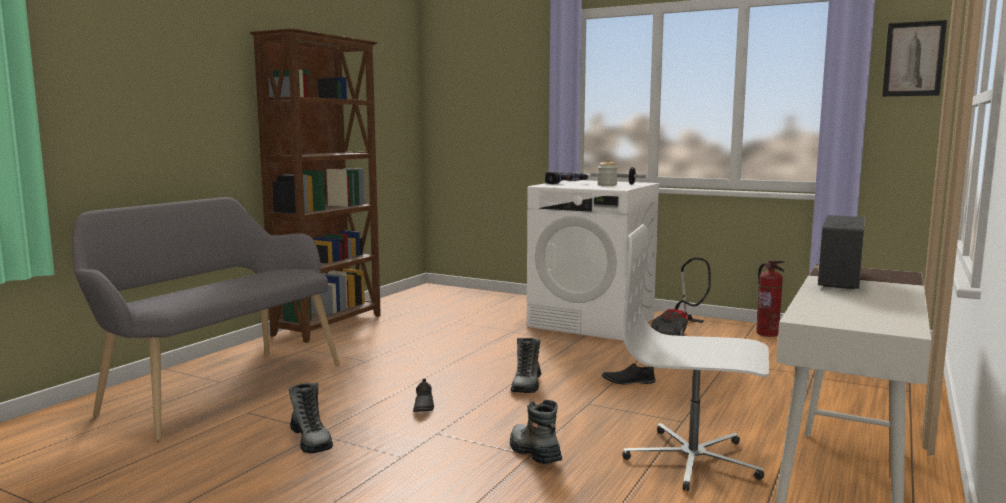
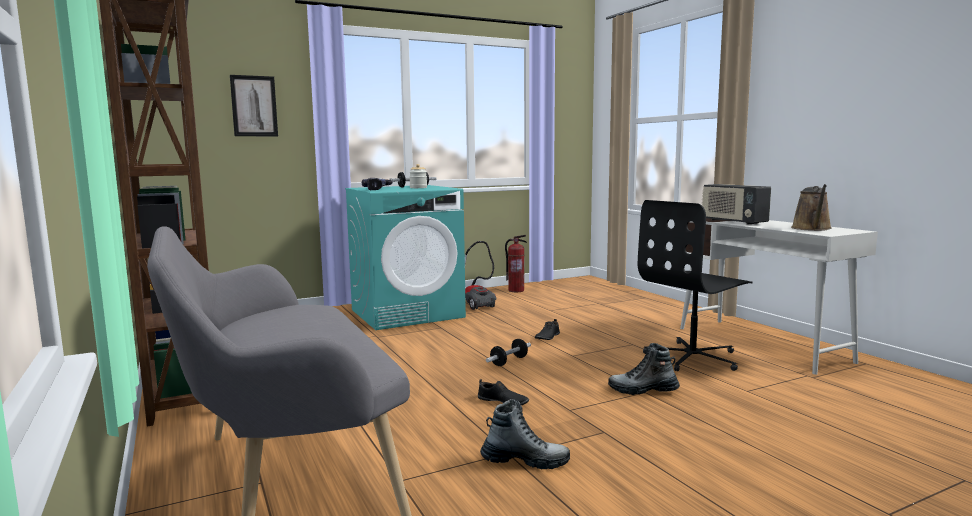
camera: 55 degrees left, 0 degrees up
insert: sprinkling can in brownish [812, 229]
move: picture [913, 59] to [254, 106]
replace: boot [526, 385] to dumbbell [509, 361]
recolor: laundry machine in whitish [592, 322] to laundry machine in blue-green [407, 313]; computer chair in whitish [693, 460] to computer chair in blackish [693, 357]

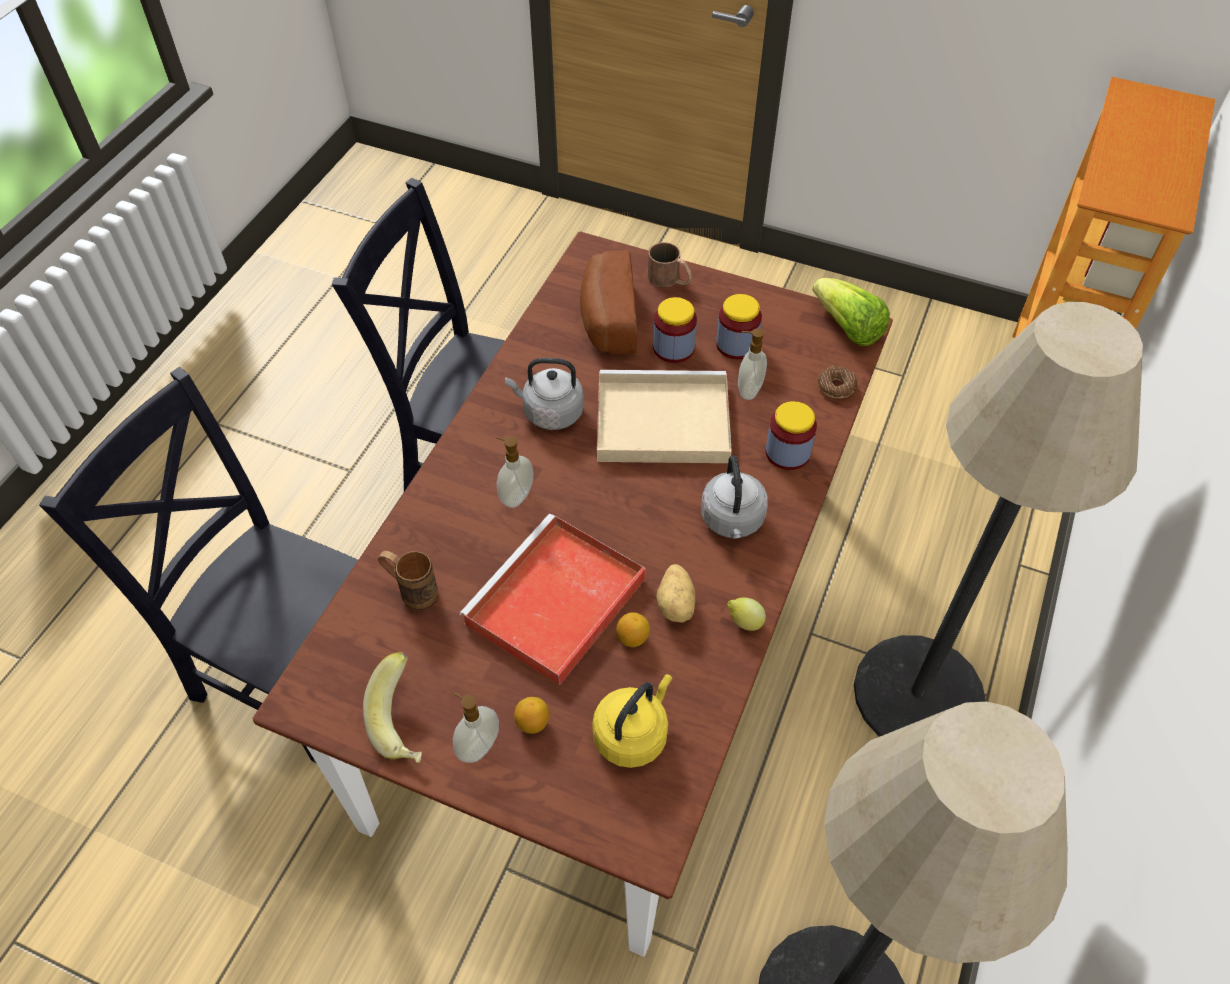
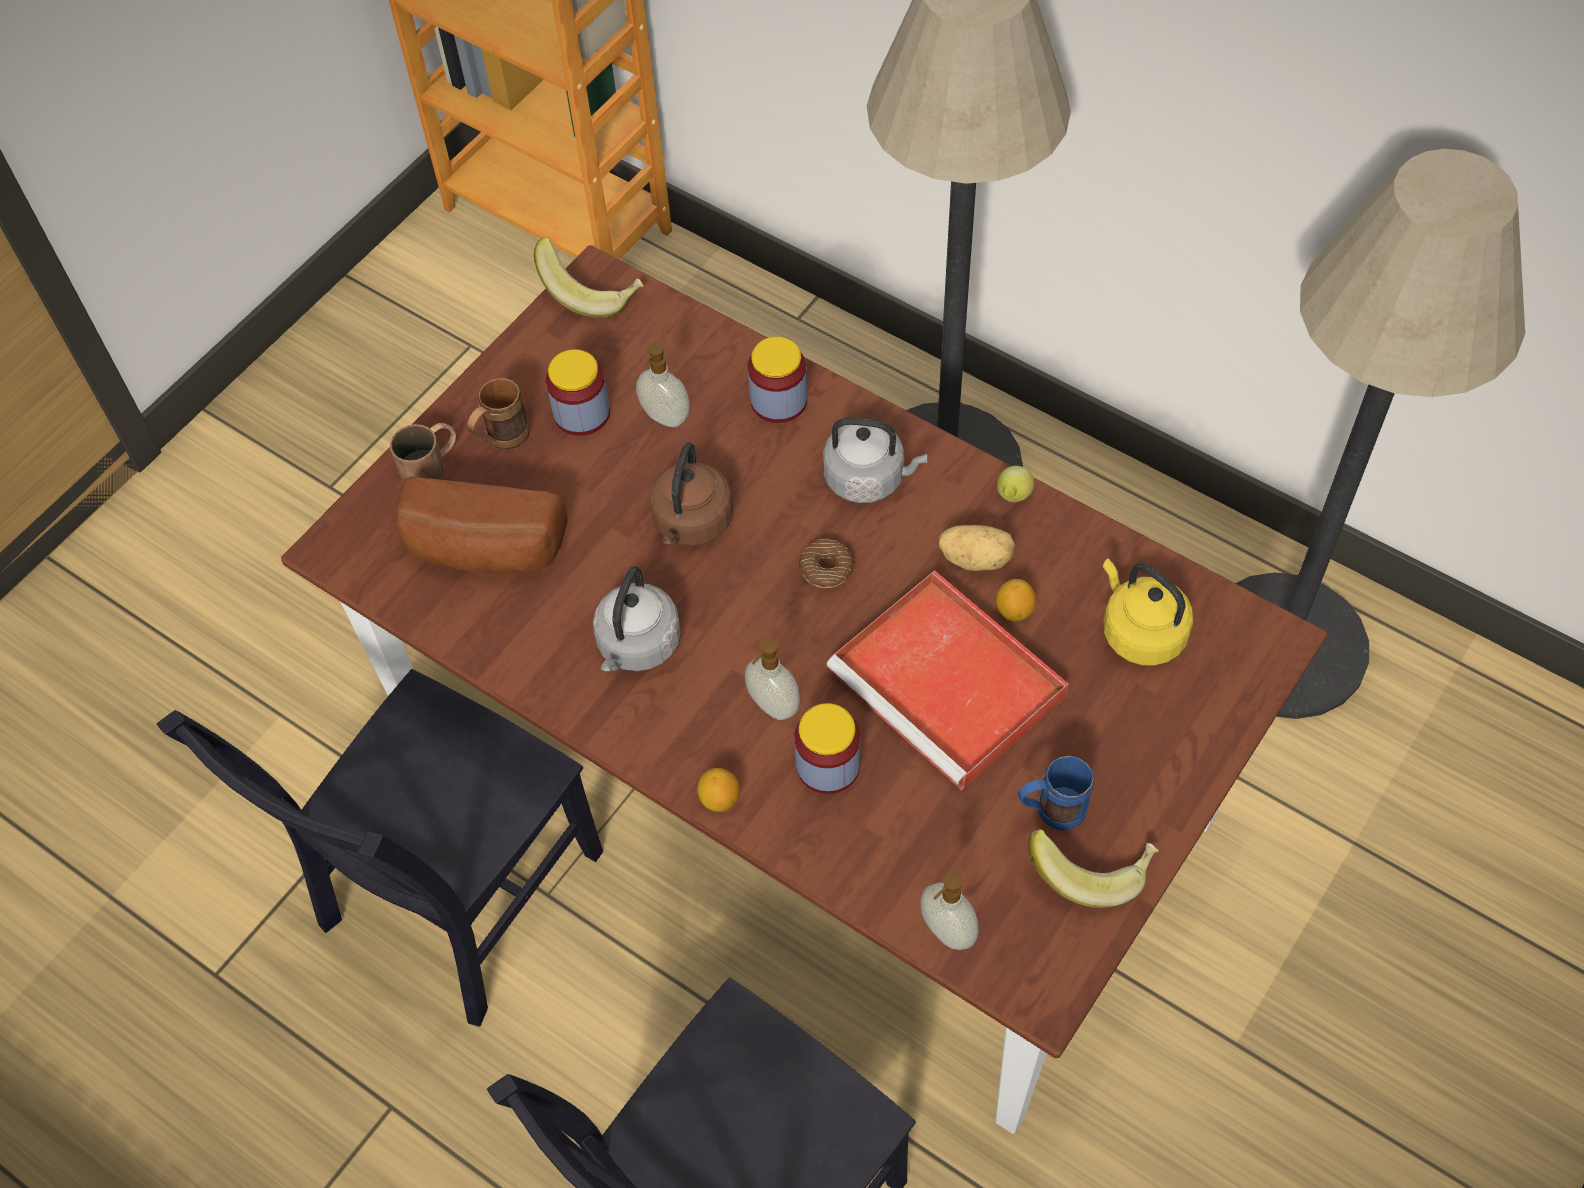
camera: 75 degrees left, 5 degrees up
insert: coffee mug in blue [1050, 813]
move: coffee mug in brownish [412, 592] to [501, 441]; liquid soap bottle [477, 746] to [946, 932]; citrus fruit [532, 722] to [719, 799]; preserve jar [673, 348] to [828, 765]; donut [836, 386] to [826, 568]
replace: tray in sand-coloured [659, 422] to water kettle in brownish [691, 524]; lettuce [847, 328] to banana fruit [592, 292]

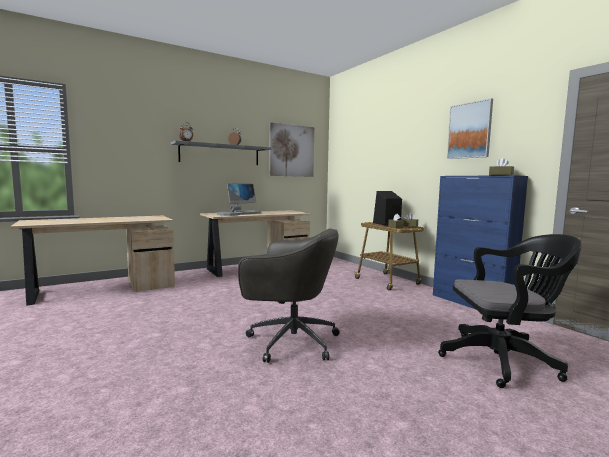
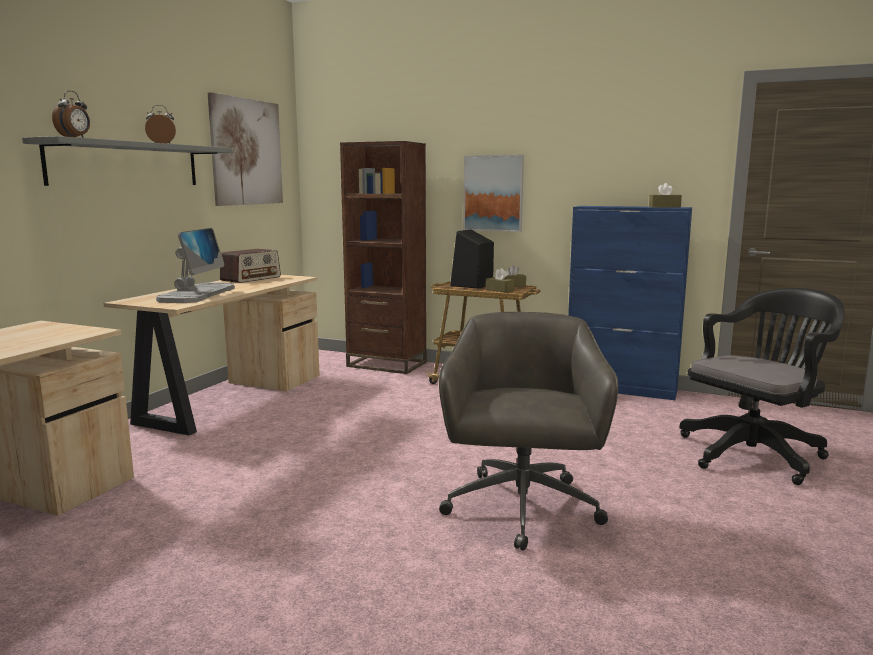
camera: 35 degrees left, 5 degrees up
insert: radio [251, 278]; bookshelf in brownish [386, 364]
move: picture [469, 130] to [493, 193]
rotate: computer chair in gray [290, 341] = [522, 510] 60 degrees counterclockwise

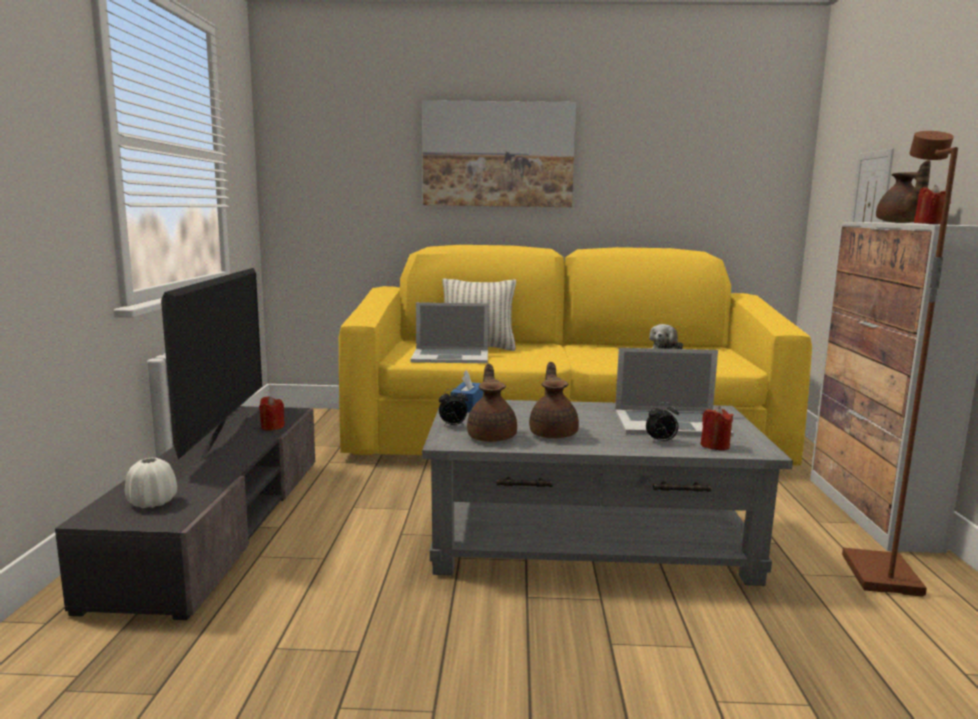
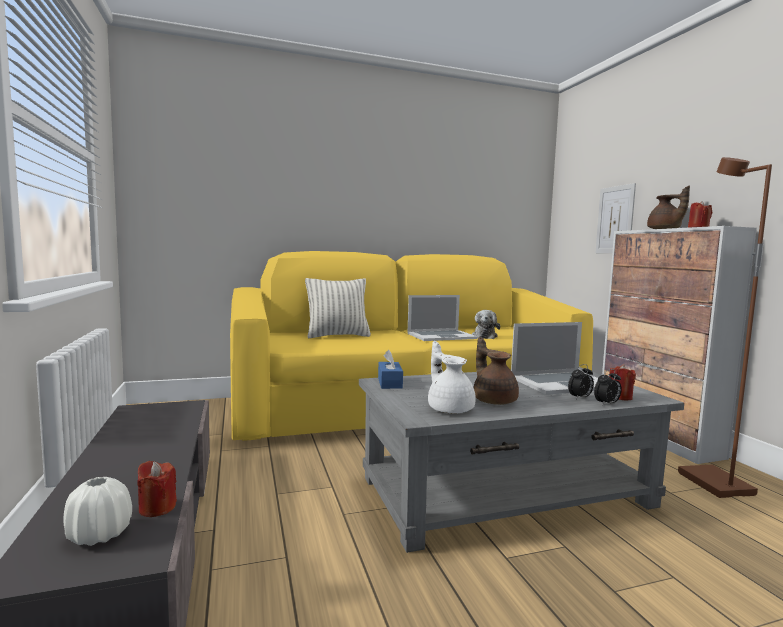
camera: 20 degrees left, 5 degrees down
delete: TV set [225, 435]; picture [498, 155]
move: candle in red [272, 427] to [157, 508]; laptop [450, 357] to [441, 336]; bedside clock [453, 426] to [607, 404]
recolor: teapot in brownish [492, 437] to teapot in whitish [449, 408]

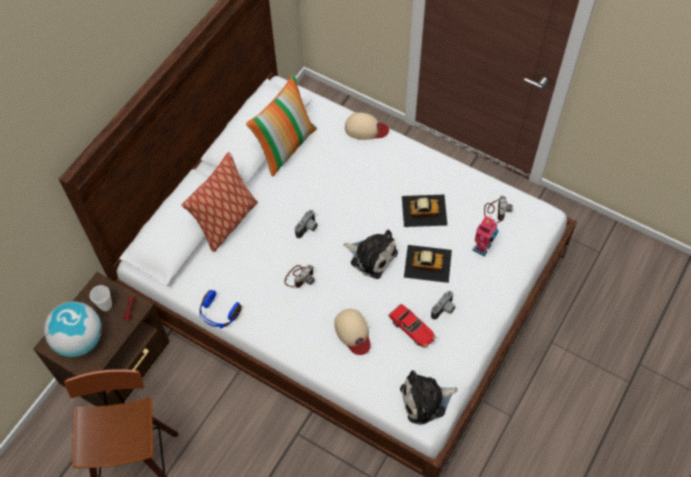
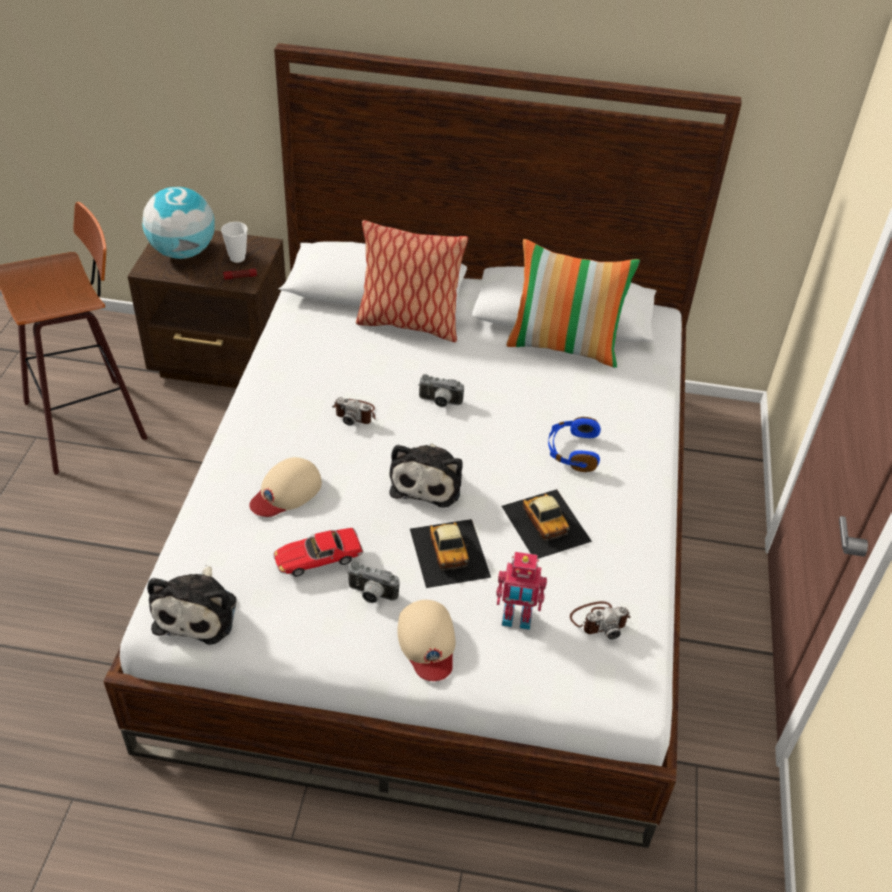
camera: 65 degrees right, 15 degrees down
move: pair of headphones in blue [219, 314] to [572, 451]; baseball cap in sand-coloured [366, 129] to [427, 642]
rotate: toy car [412, 328] = [318, 558] 45 degrees clockwise; soft toy [426, 400] = [198, 611] 135 degrees counterclockwise

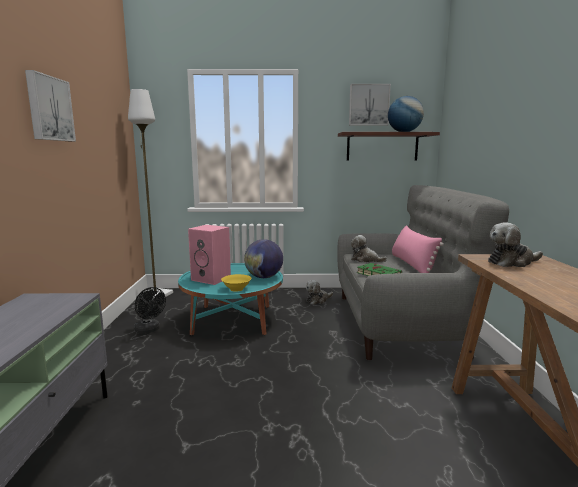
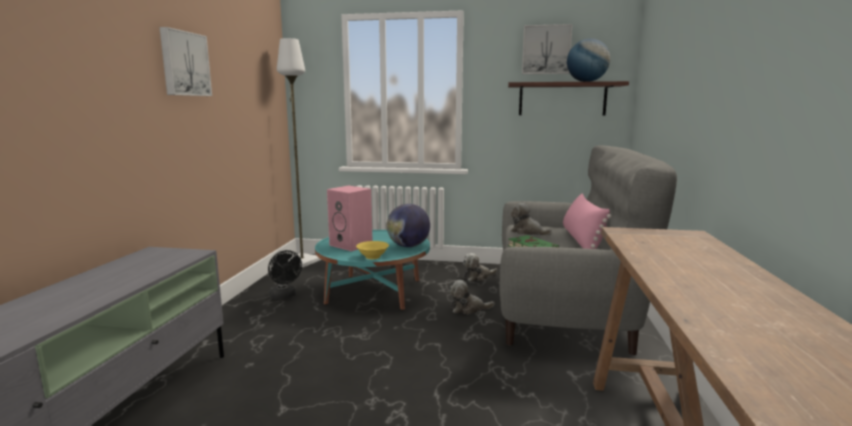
camera: 10 degrees right, 0 degrees up
move: soft toy [511, 262] to [468, 309]

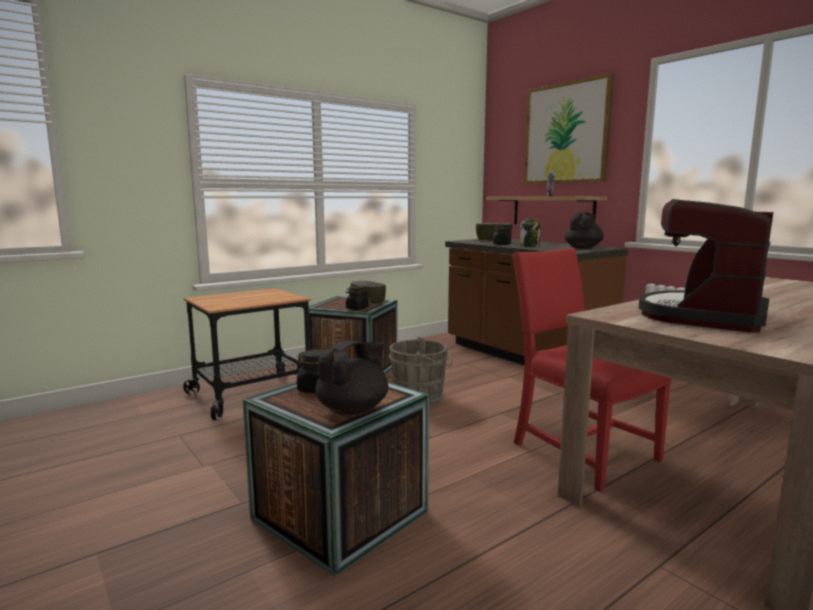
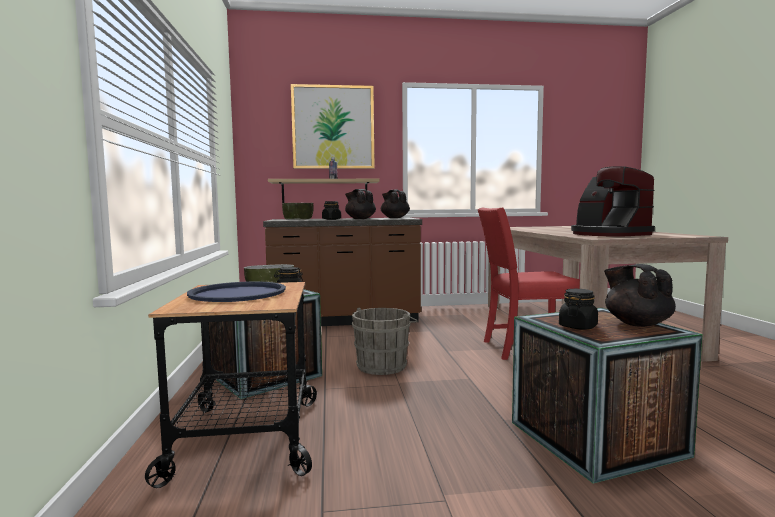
camera: 60 degrees left, 5 degrees down
insert: tray in blue [238, 293]
replace: preserve jar [529, 246] to teapot in blackish [360, 219]

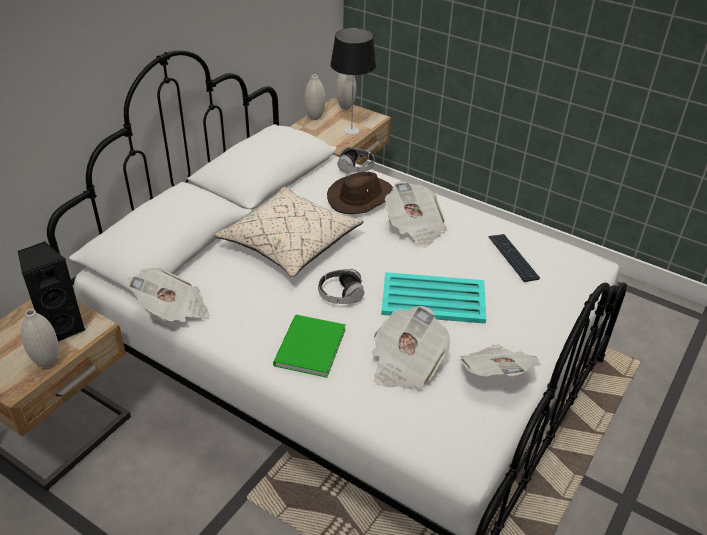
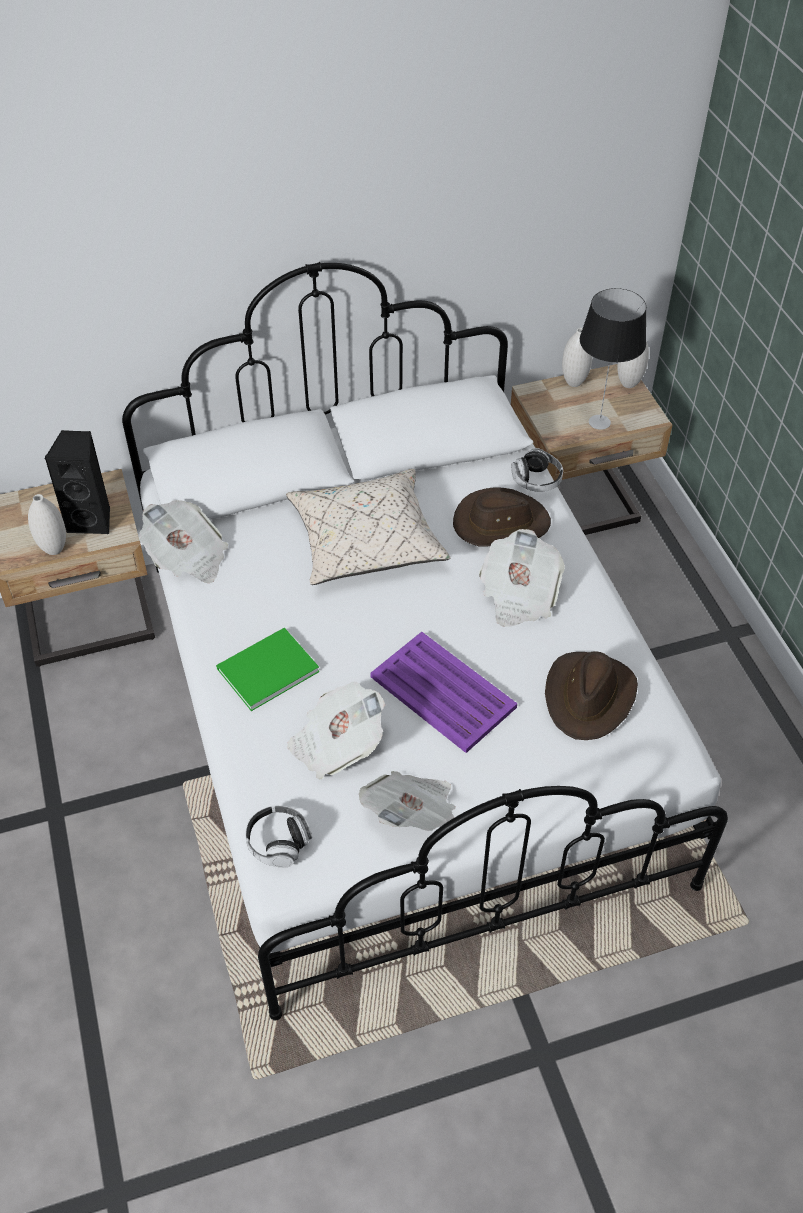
camera: 40 degrees right, 10 degrees up
move: pair of headphones [340, 295] to [278, 843]
replace: PC keyboard [513, 258] to hat in brownish [589, 697]
recolor: tray in blue-green [434, 299] to tray in purple [443, 693]

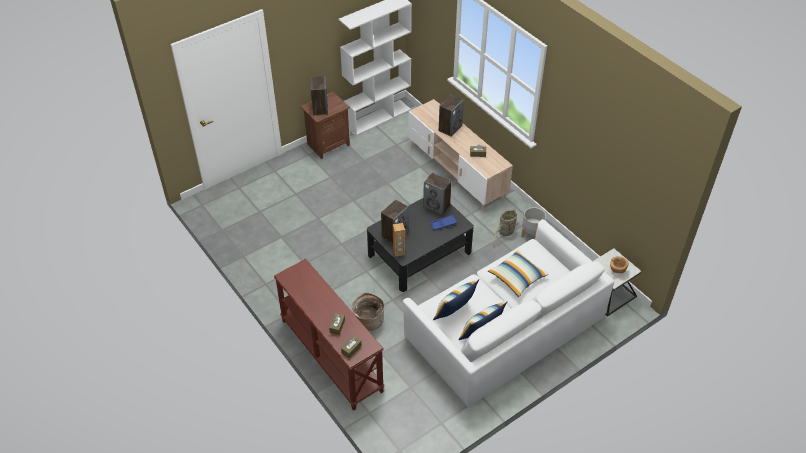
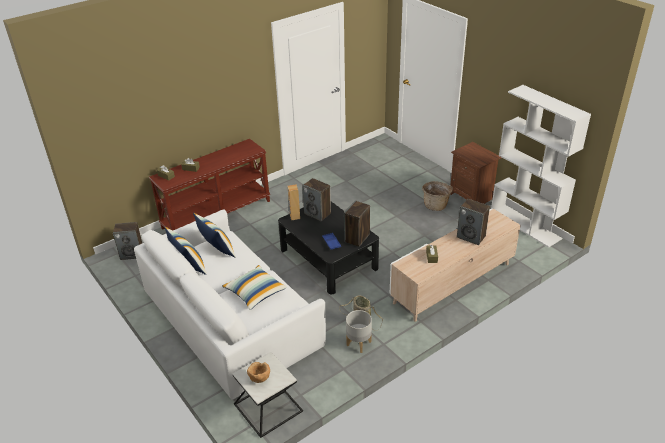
camera: 90 degrees right, 10 degrees down
move: loudspeaker [320, 108] to [132, 254]; storage basket [368, 321] to [436, 205]

